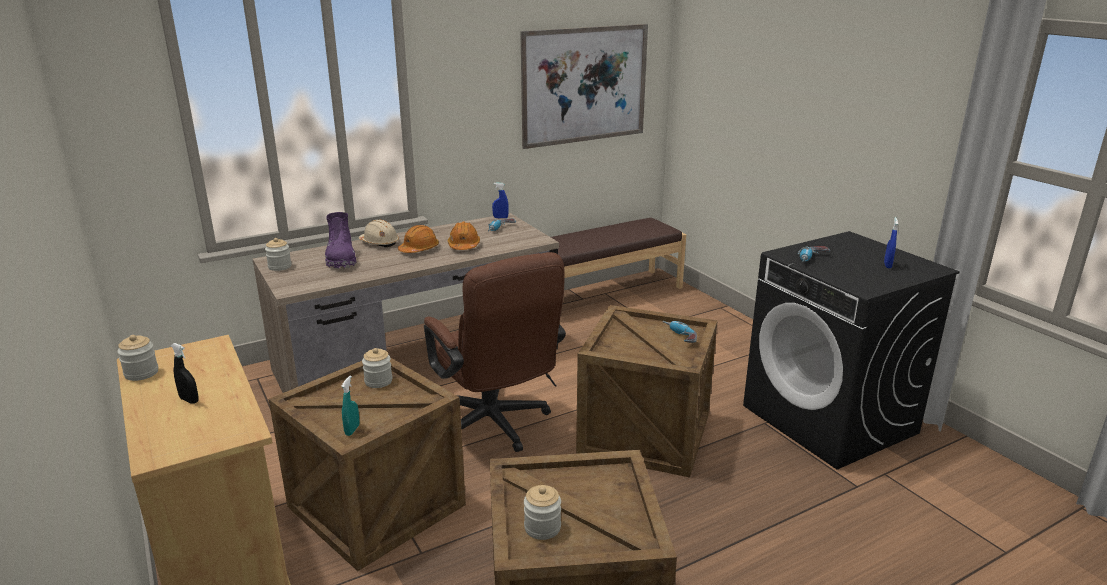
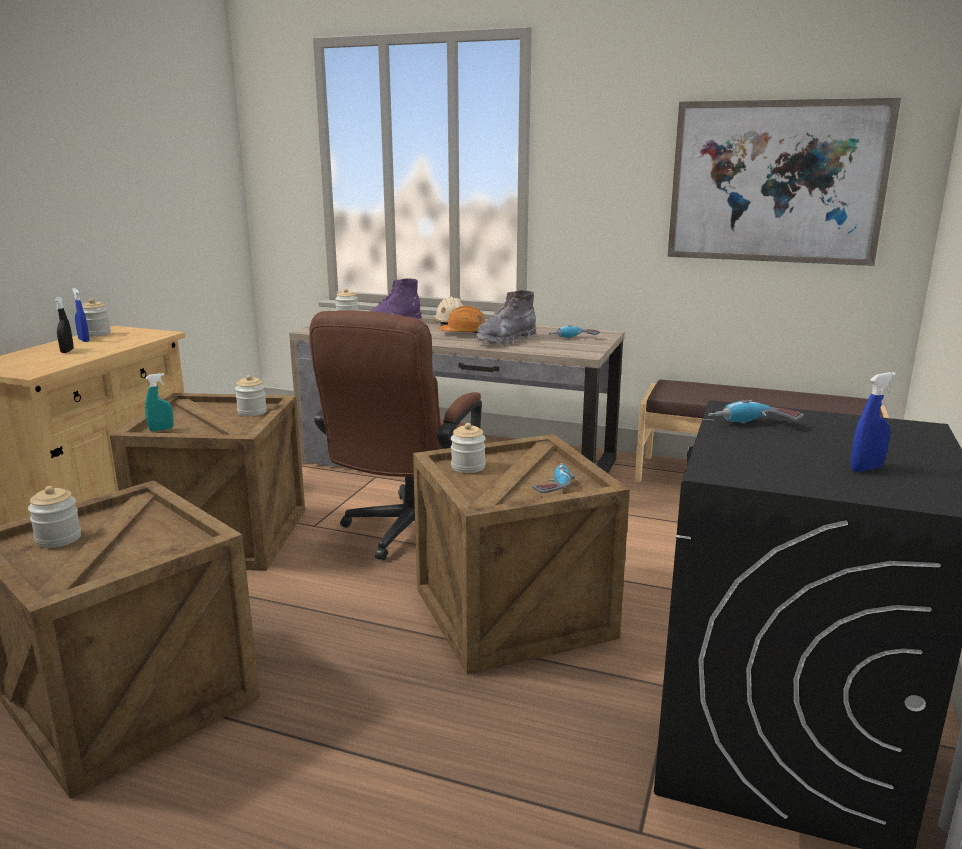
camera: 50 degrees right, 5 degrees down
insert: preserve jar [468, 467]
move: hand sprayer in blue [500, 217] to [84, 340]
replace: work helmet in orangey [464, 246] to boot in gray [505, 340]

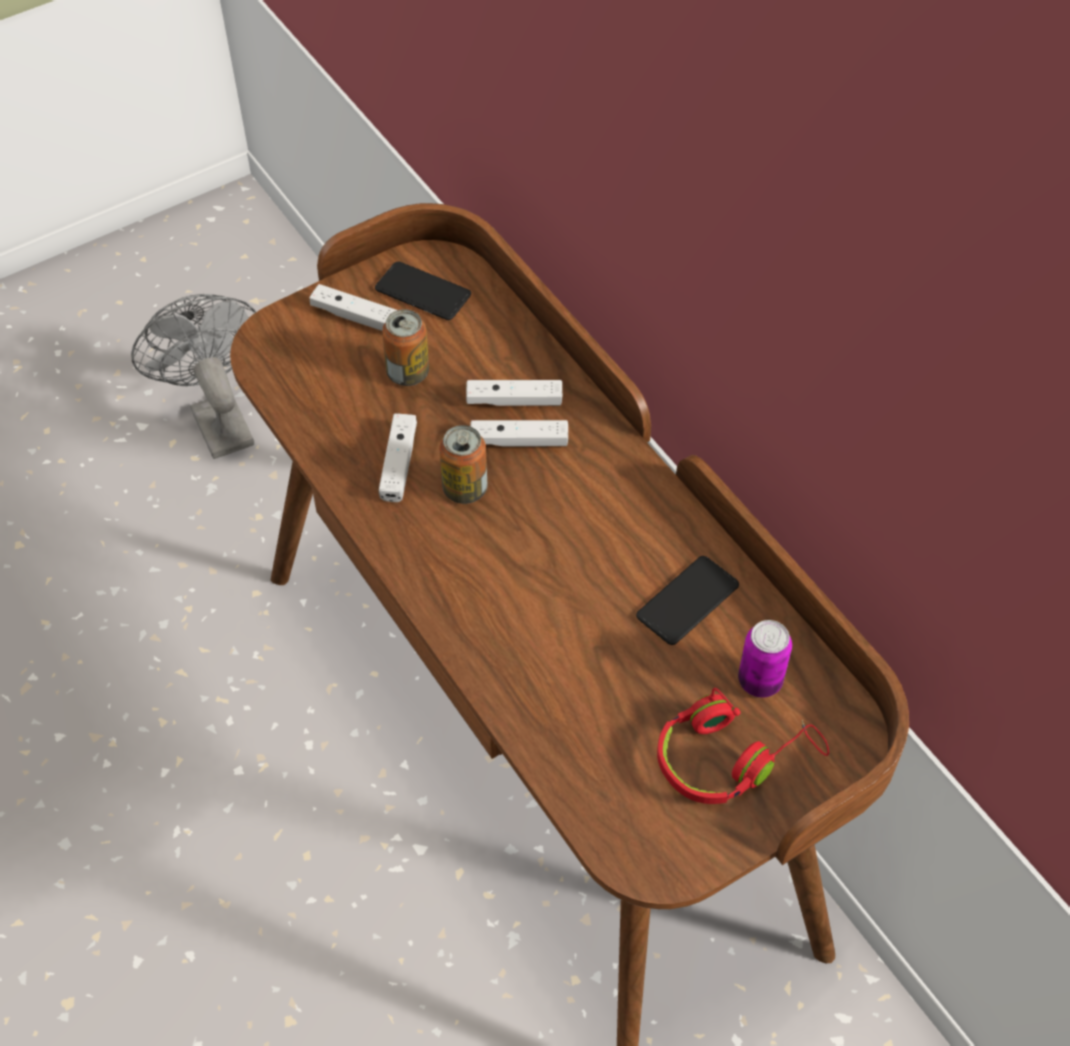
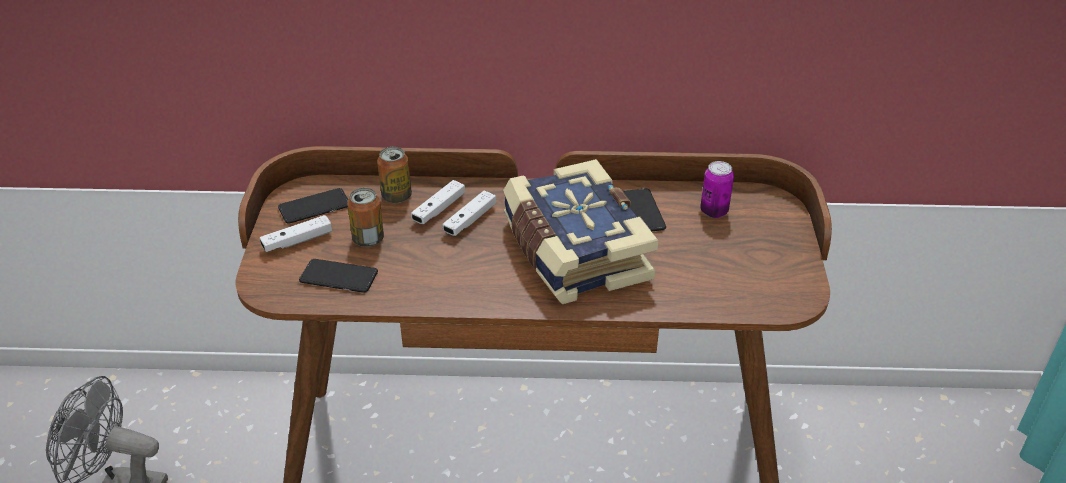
camera: 55 degrees left, 15 degrees down
delete: joypad in whitish [398, 464]; pair of headphones in red [731, 757]
insert: telephone [338, 277]; bound book [573, 252]
move: metal can [465, 488] to [396, 196]

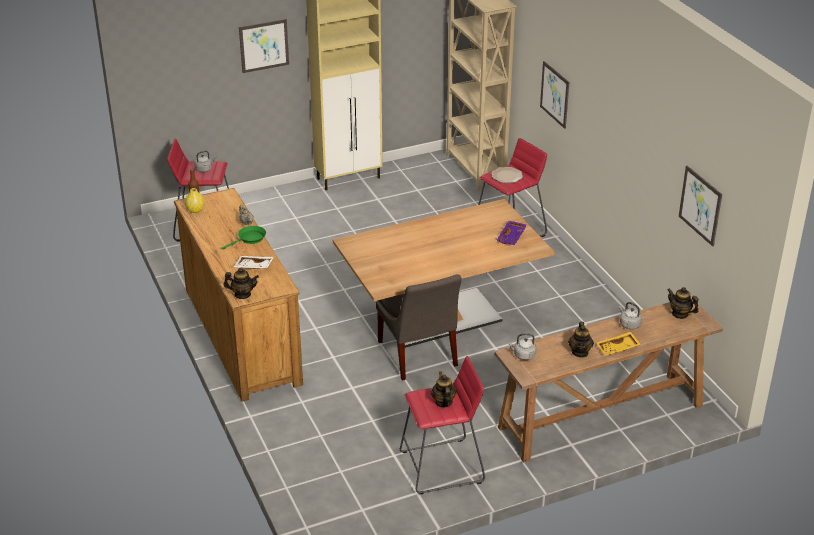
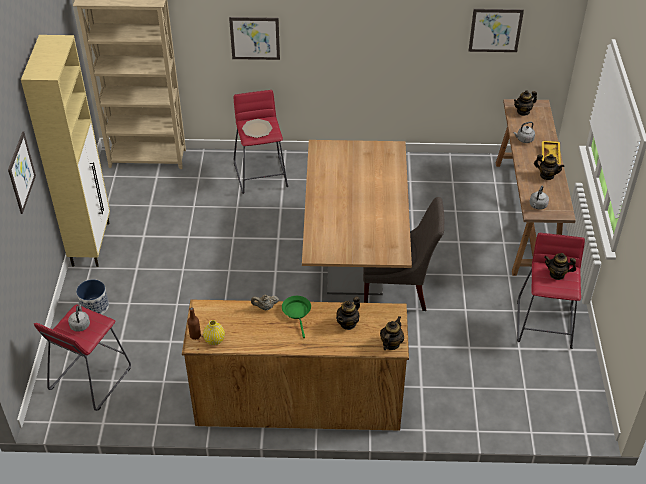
camera: 65 degrees left, 10 degrees up
delete: tray in purple [512, 237]
insert: planter [94, 306]
replace: tray in whitish [253, 267] to teapot [348, 323]

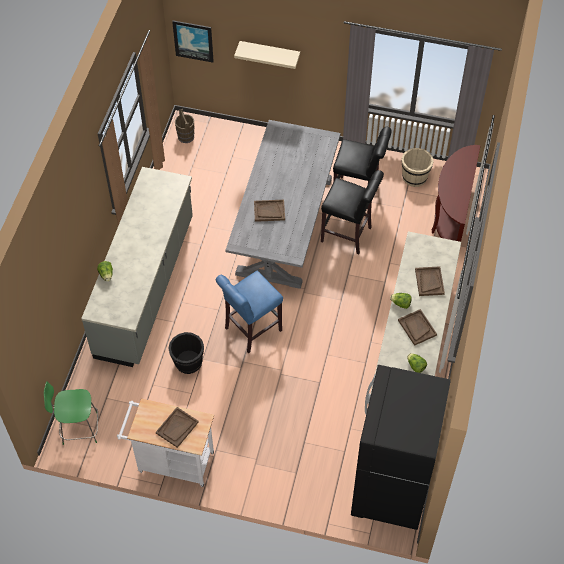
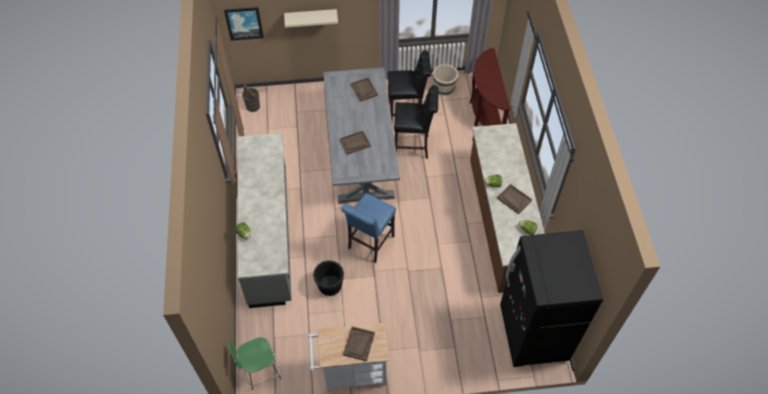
camera: 20 degrees left, 0 degrees up
move: tray in brownish [429, 282] to [364, 90]

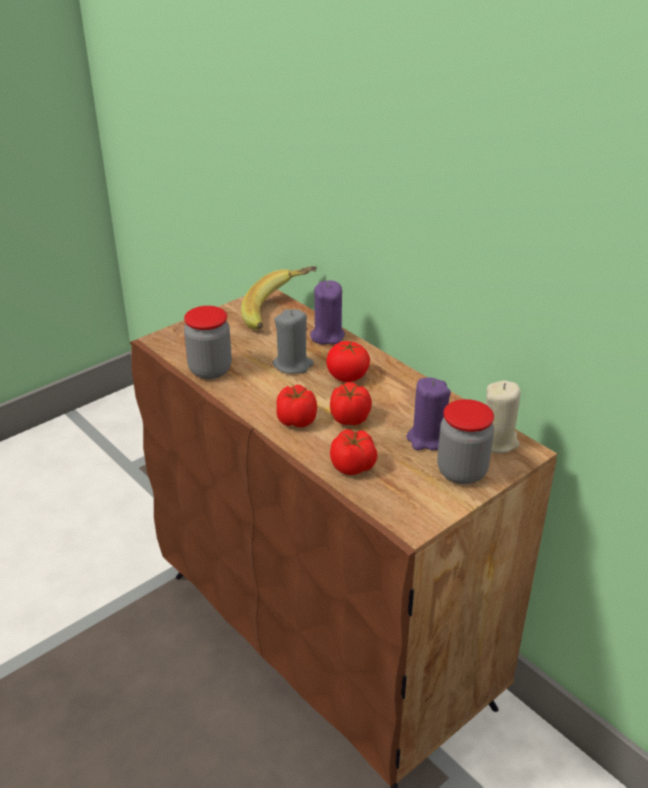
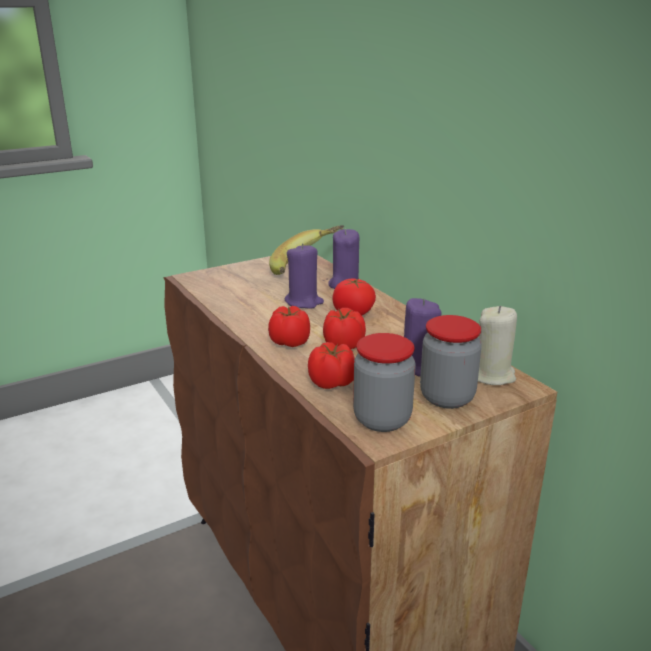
camera: 10 degrees right, 10 degrees down
move: preserve jar [210, 370] to [382, 419]
recolor: candle in gray [293, 365] to candle in purple [304, 302]

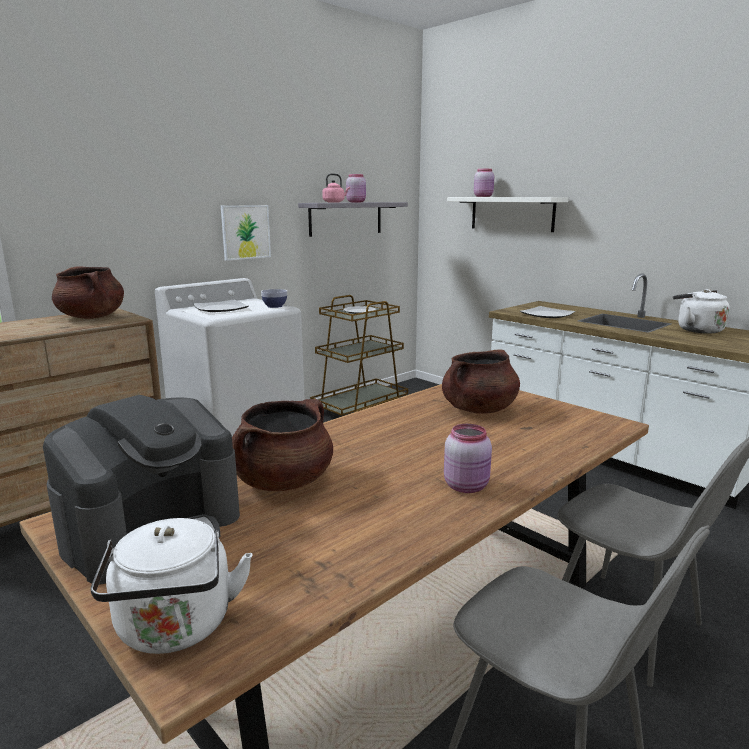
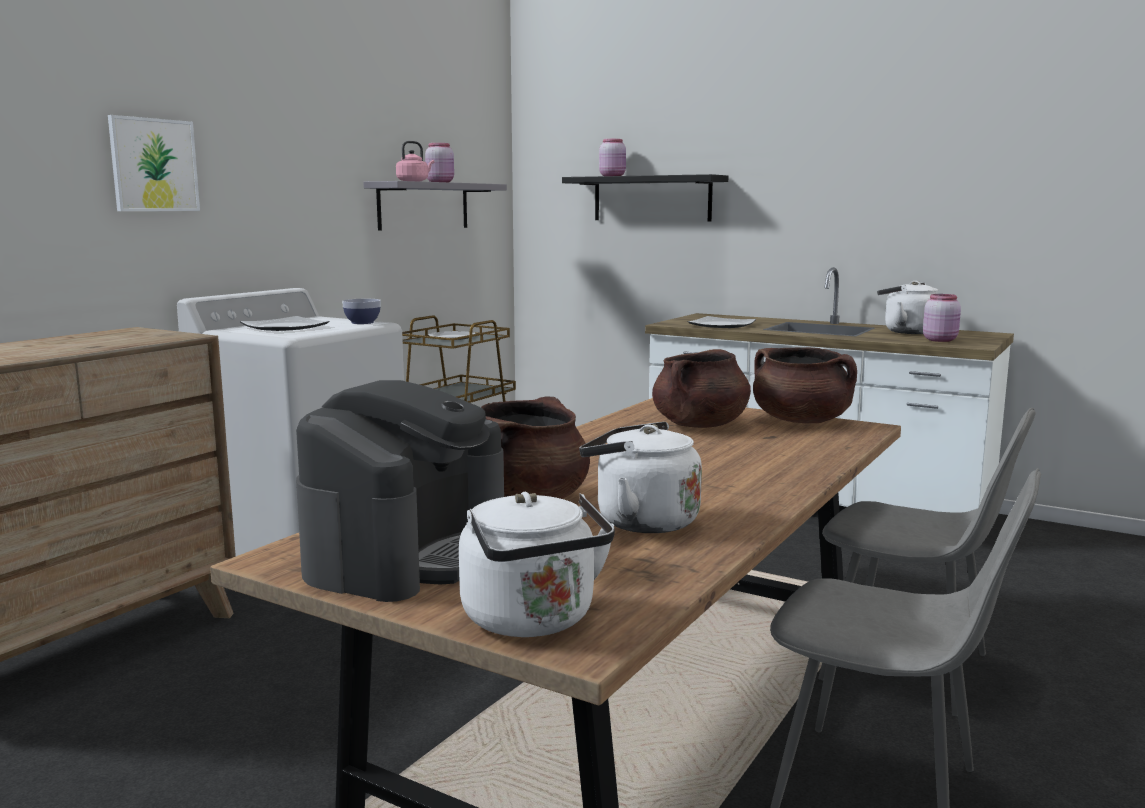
camera: 15 degrees left, 5 degrees down
insert: water kettle in whitish [640, 521]
move: cooking pot in brownish [92, 317] to [801, 421]; picture [245, 232] to [154, 165]; preserve jar in pinkish [467, 486] to [940, 340]
recolor: shelf in whitish [512, 213] to shelf in blackish [652, 198]

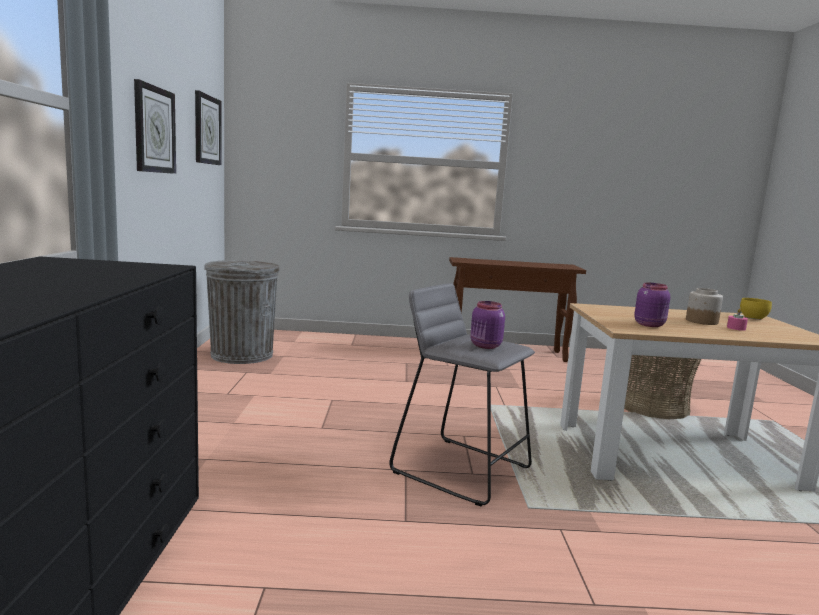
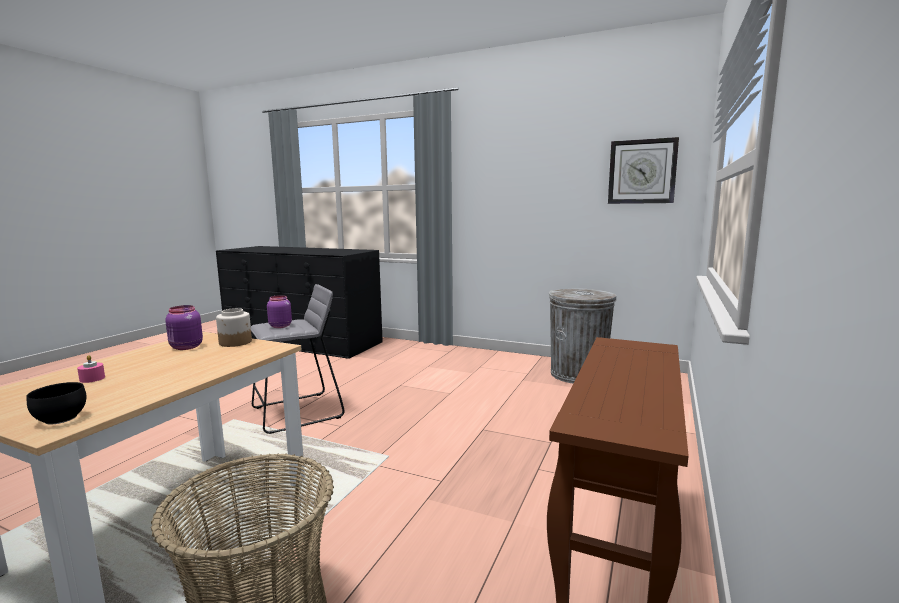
camera: 115 degrees right, 0 degrees up
delete: clock on the wall [154, 130]
move: preserve jar [701, 321] to [236, 342]
recolor: bowl in yellowish [754, 318] to bowl in blackish [59, 419]

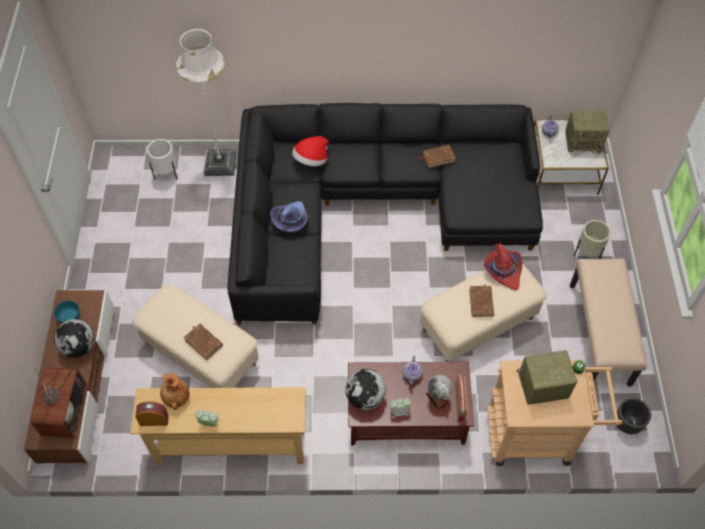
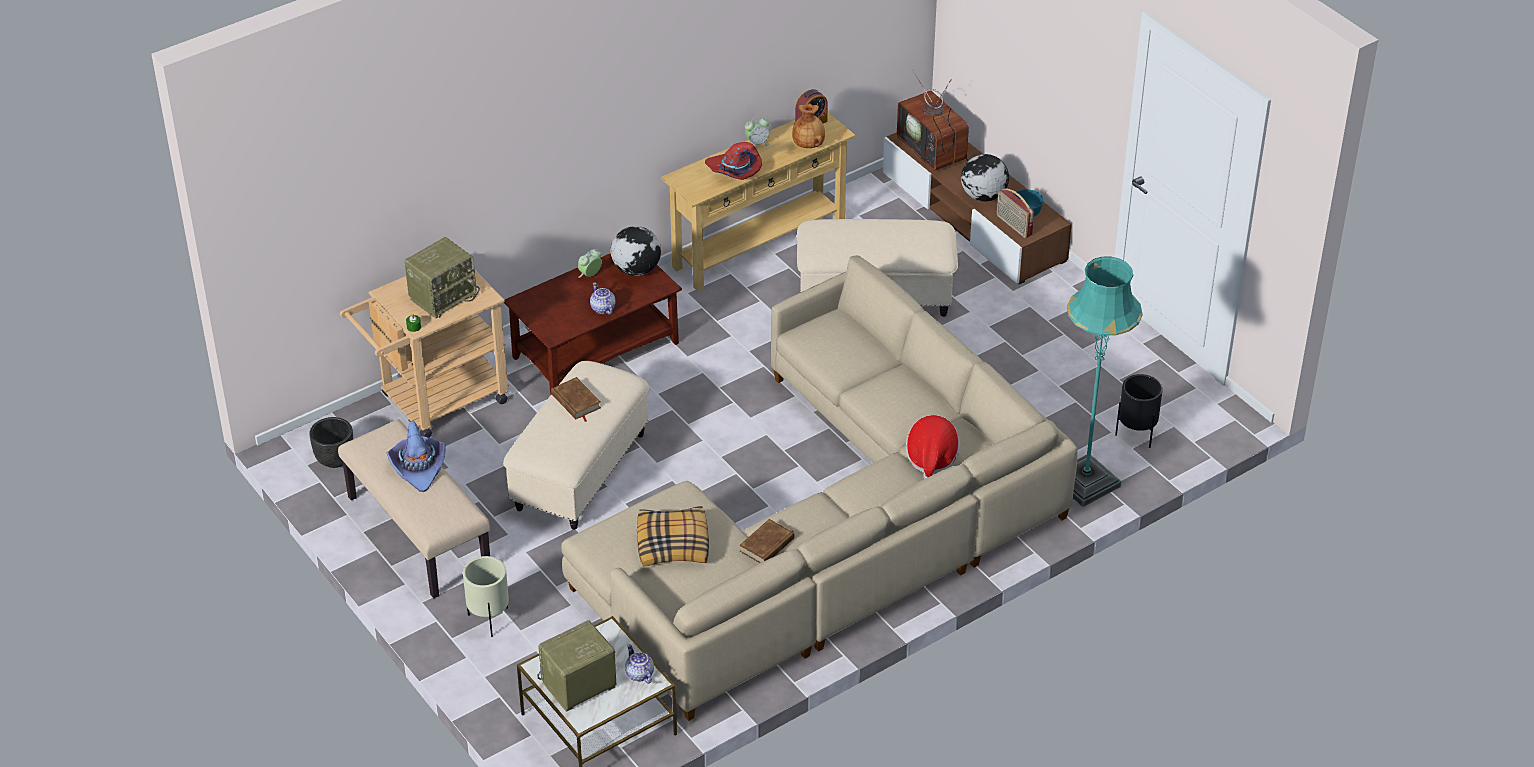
camera: 145 degrees right, 15 degrees down
delete: bound book in brownish [203, 342]; globe [437, 398]
insert: cushion [673, 544]
move: hat in purple [290, 220] to [418, 467]; radio [460, 403] to [1013, 225]; hat in red [503, 271] to [734, 171]
recolor: planter in whitish [167, 174] to planter in blackish [1136, 436]; standing lamp in whitish [220, 164] to standing lamp in blue-green [1085, 482]; couch in blackish [370, 208] to couch in sand-coloured [831, 531]

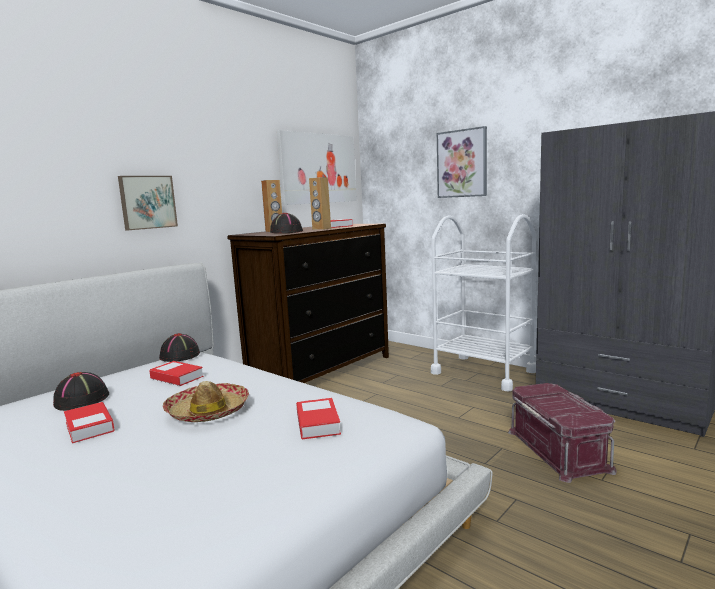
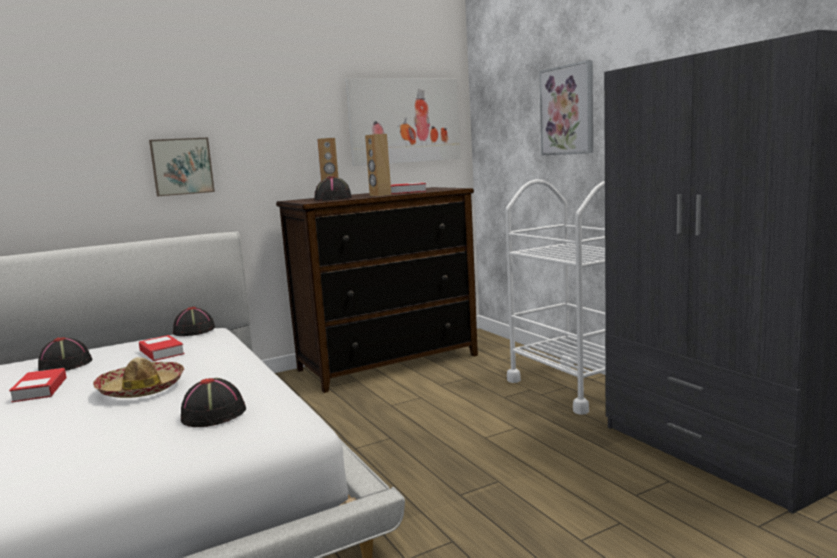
camera: 20 degrees right, 0 degrees up
delete: storage container in red [559, 450]
replace: bound book [317, 423] to hat in blackish [214, 414]

